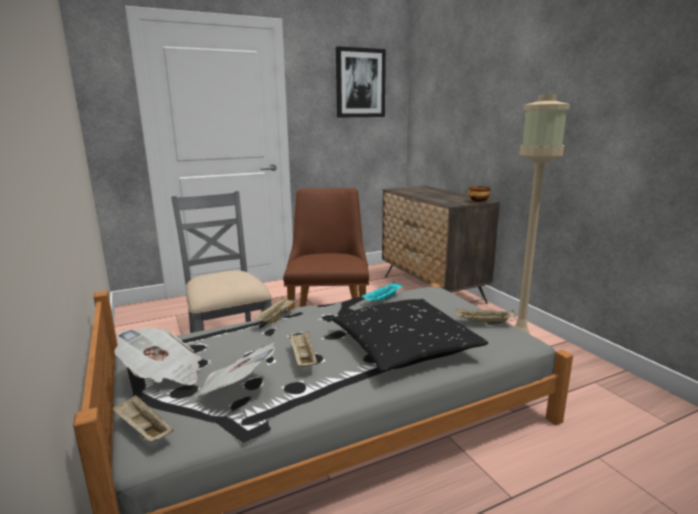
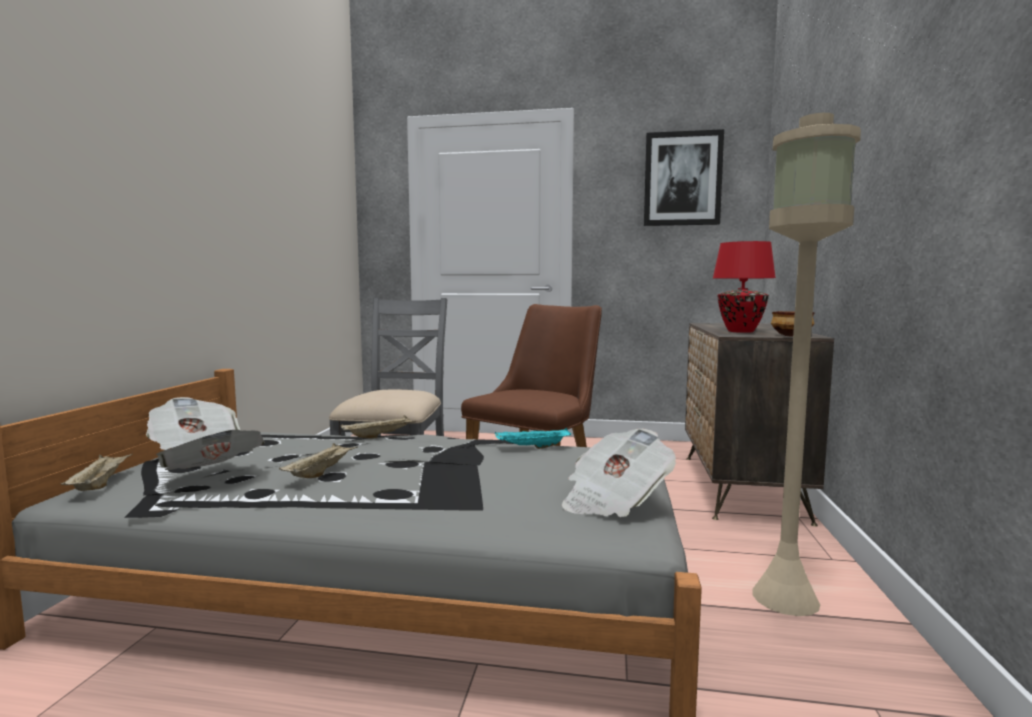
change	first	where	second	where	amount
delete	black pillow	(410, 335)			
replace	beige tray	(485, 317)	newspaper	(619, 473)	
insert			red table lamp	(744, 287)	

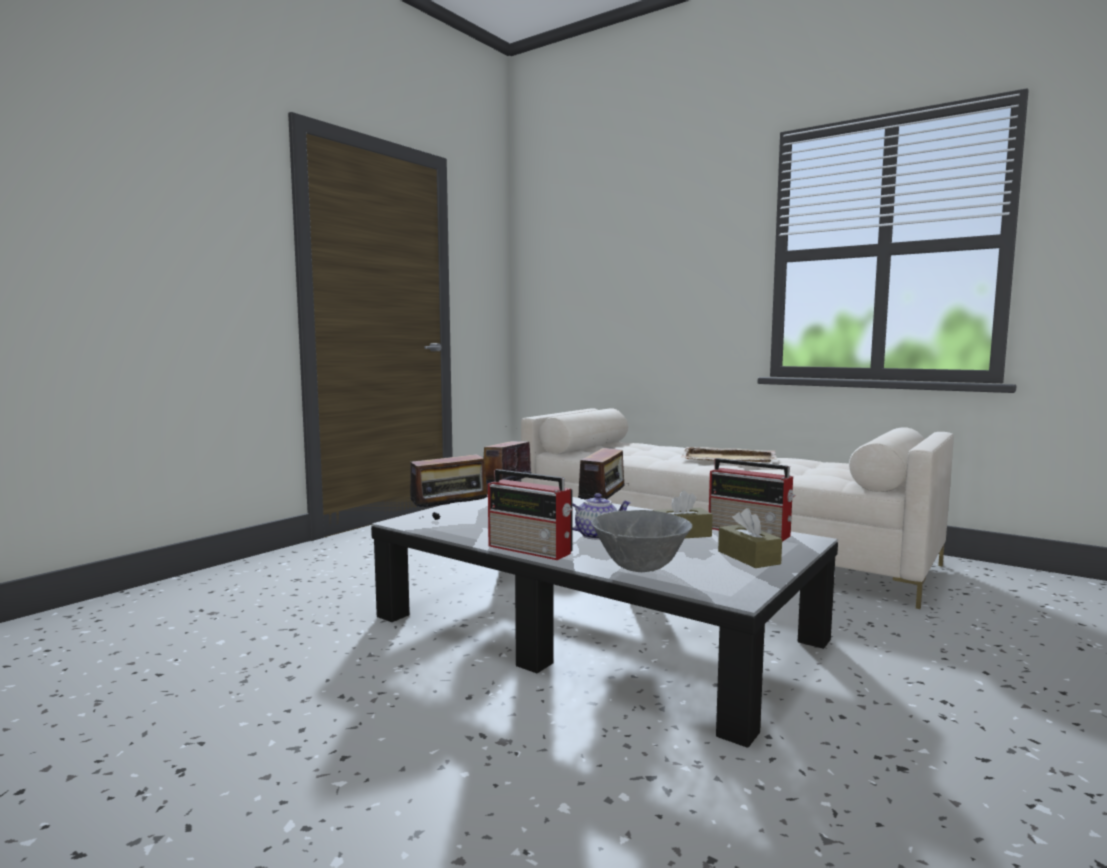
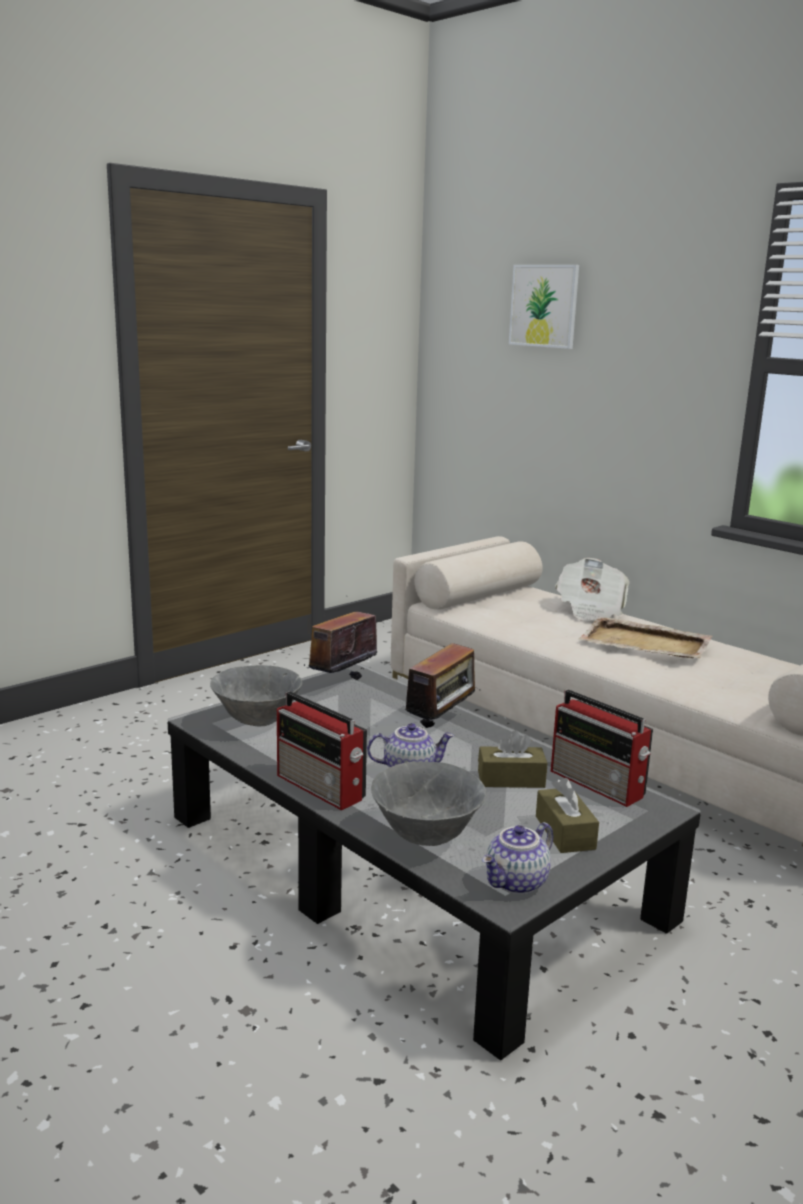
change	first	where	second	where	amount
replace	radio	(449, 481)	grey bowl	(256, 696)	
insert			picture	(544, 307)	
insert			newspaper	(592, 589)	
insert			teapot	(517, 858)	

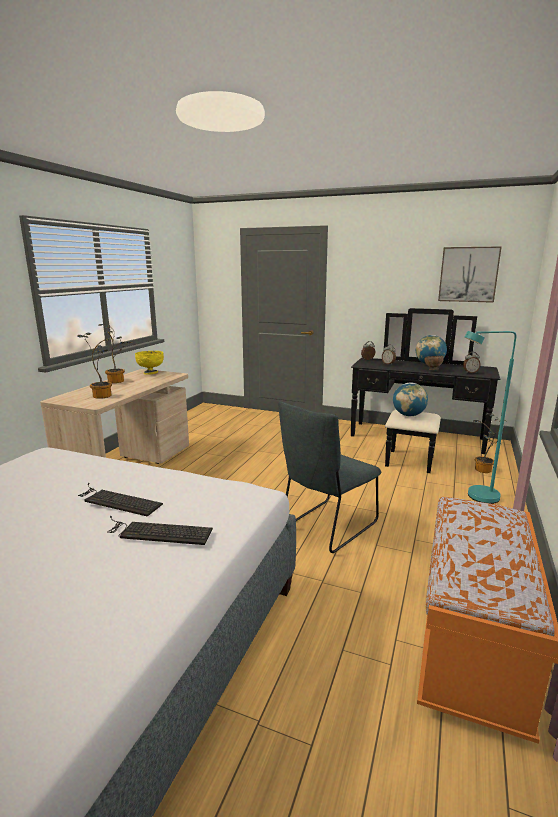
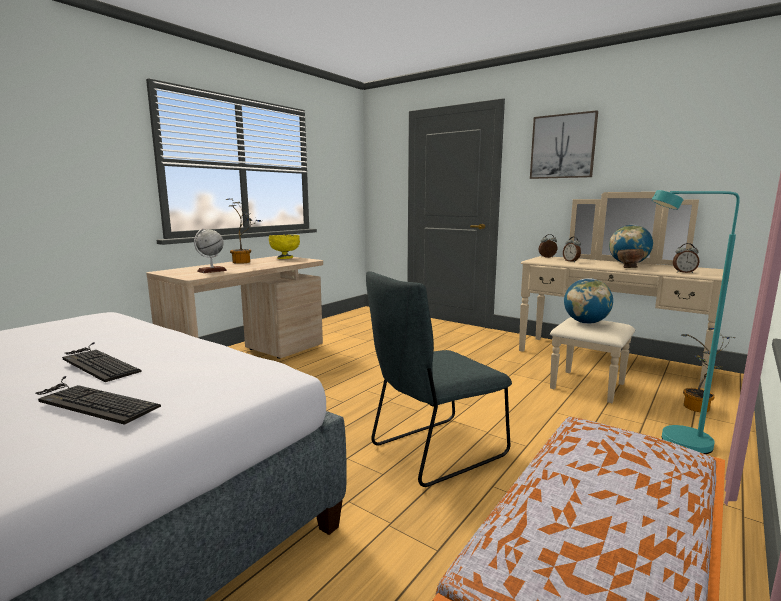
change	first	where	second	where	amount
move	picture	(470, 274)		(564, 144)	
recolor	black dresser	(425, 390)	beige dresser	(624, 297)	
replace	potted plant	(94, 365)	globe	(210, 250)	

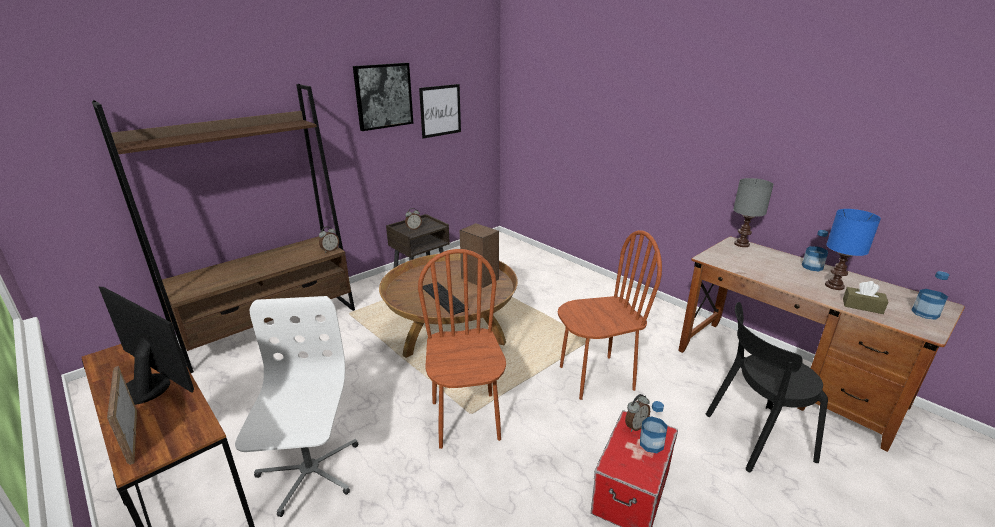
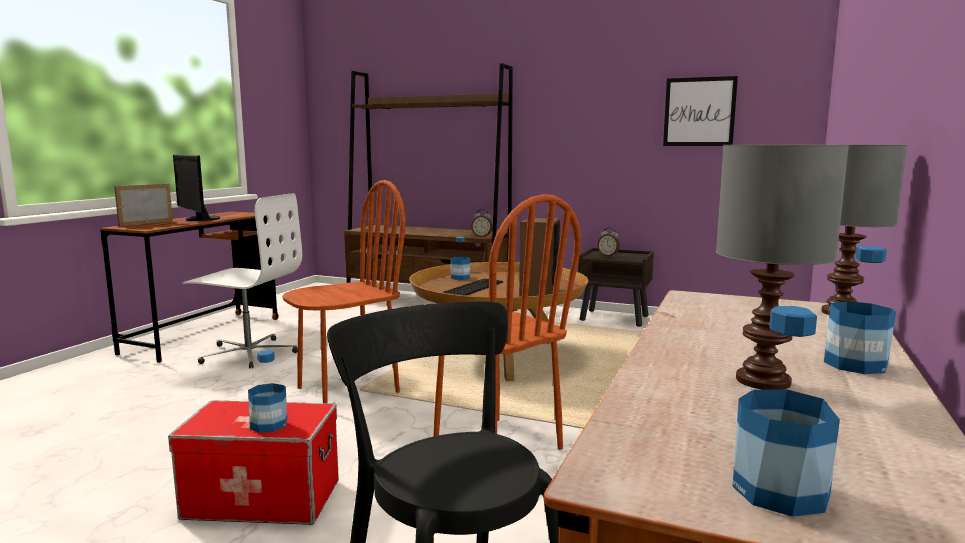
change	first	where	second	where	amount
delete	picture	(383, 97)			
recolor	blue table lamp	(853, 249)	grey table lamp	(782, 267)	
delete	brown tissue box	(865, 297)			
rotate	monitor	(146, 346)		(196, 187)	135 degrees clockwise
rotate	white office chair	(296, 406)		(242, 280)	45 degrees clockwise
delete	alarm clock	(637, 413)			
insert			bottle	(460, 258)	

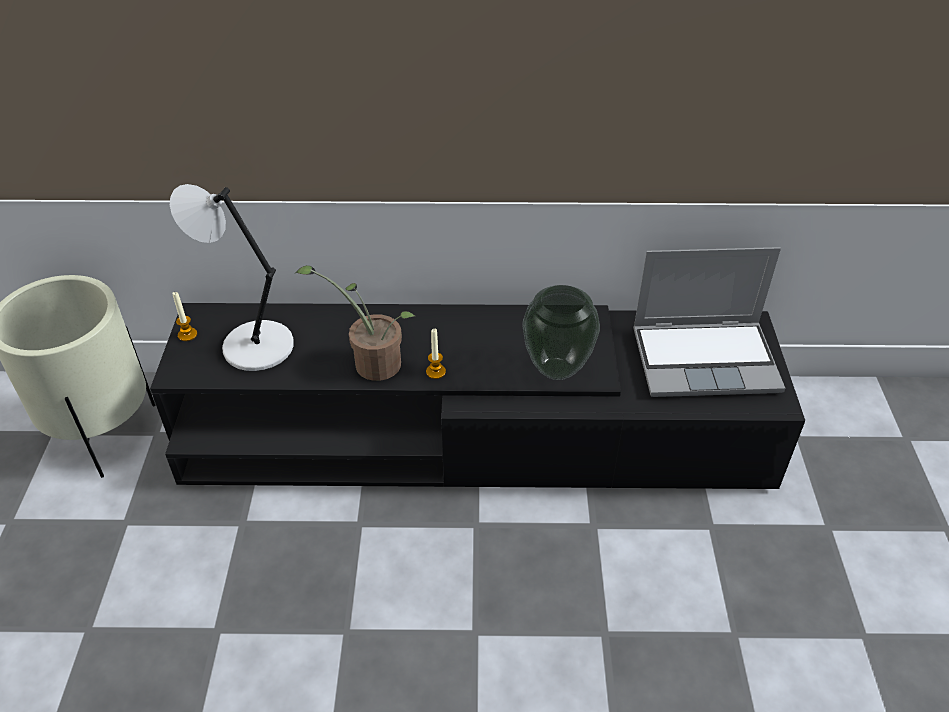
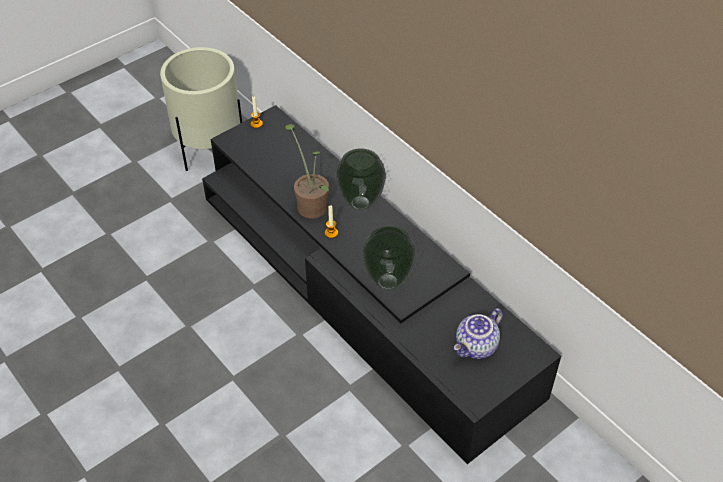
change	first	where	second	where	amount
delete	grey table lamp	(232, 277)			
replace	laptop	(709, 322)	teapot	(478, 333)	
insert			vase	(360, 179)	

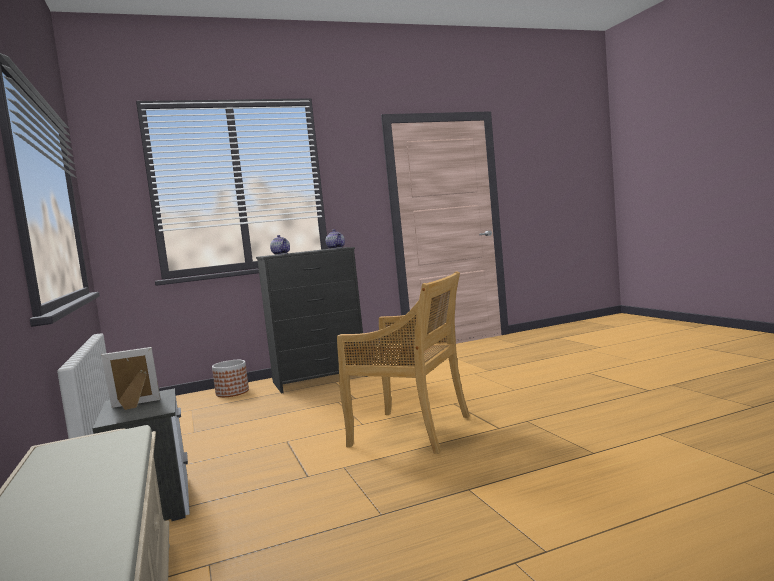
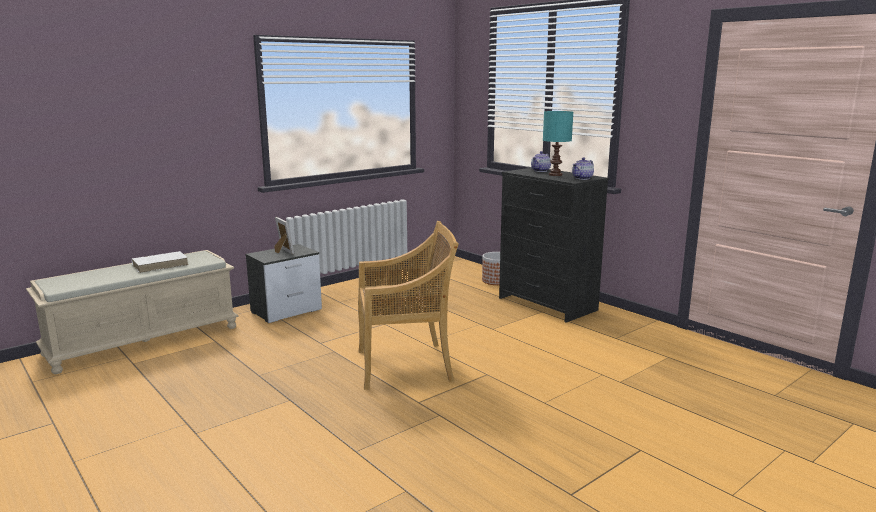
change	first	where	second	where	amount
rotate	beige chair	(403, 362)		(408, 305)	105 degrees counterclockwise
insert			turquoise table lamp	(558, 143)	
insert			white book	(160, 262)	

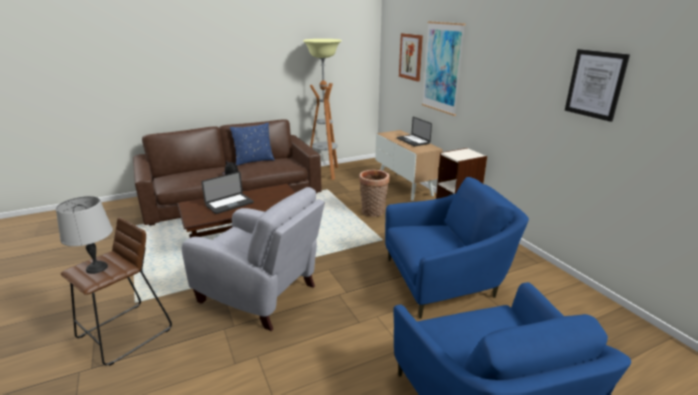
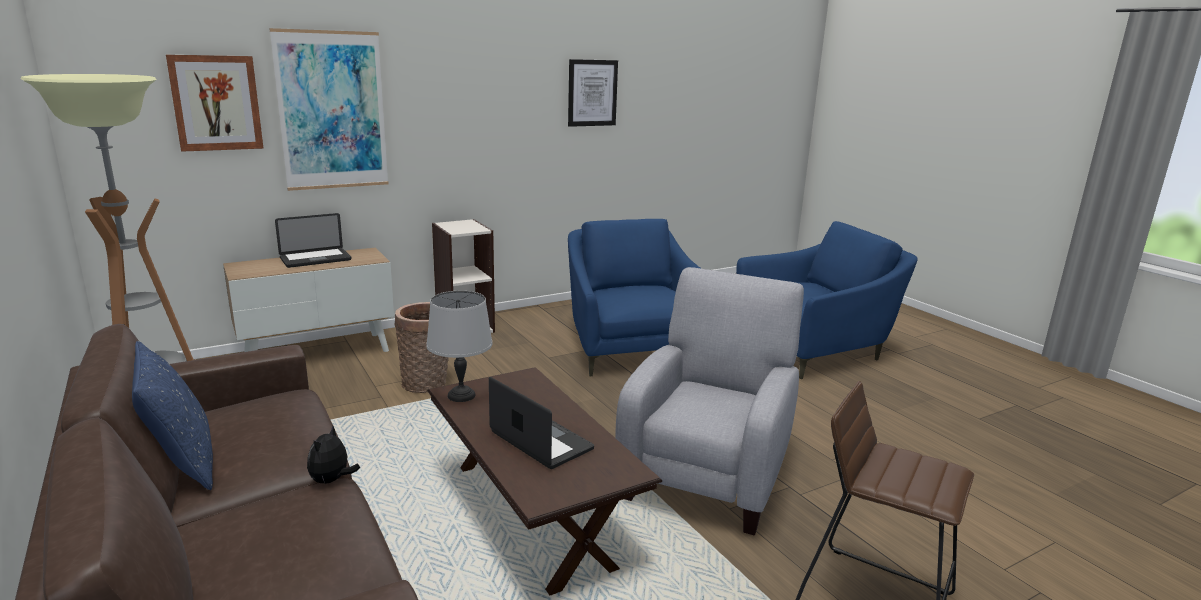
change	first	where	second	where	amount
move	grey table lamp	(84, 235)		(459, 346)	

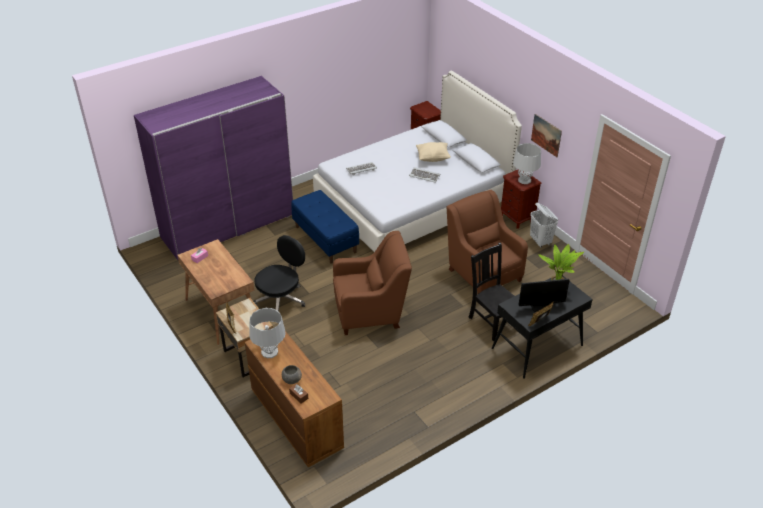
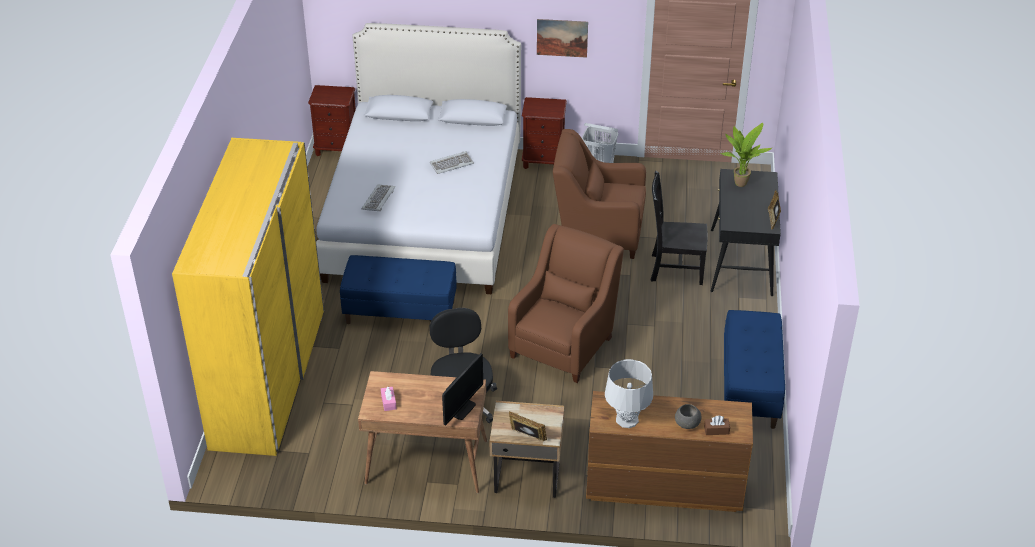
change	first	where	second	where	amount
recolor	purple wardrobe	(213, 168)	yellow wardrobe	(248, 297)	
delete	beige pillow	(433, 152)			
delete	grey table lamp	(527, 163)			
move	monitor	(544, 295)		(462, 389)	
insert			blue bench	(754, 369)	

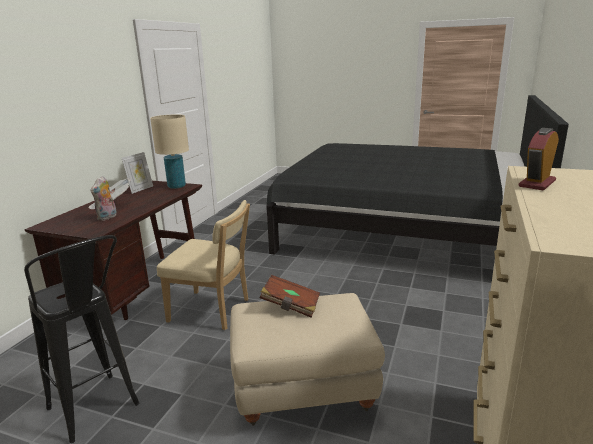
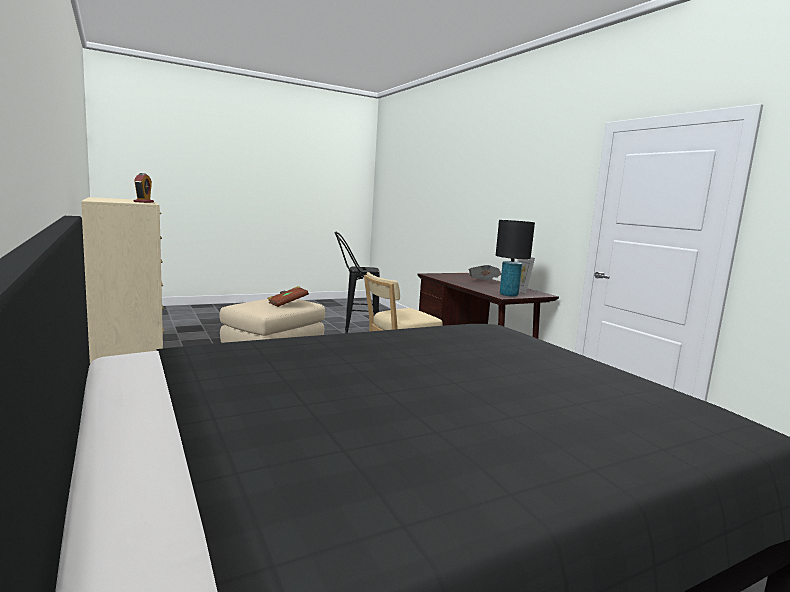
change	first	where	second	where	amount
recolor	beige table lamp	(169, 151)	black table lamp	(515, 258)	
delete	plush toy	(103, 198)			

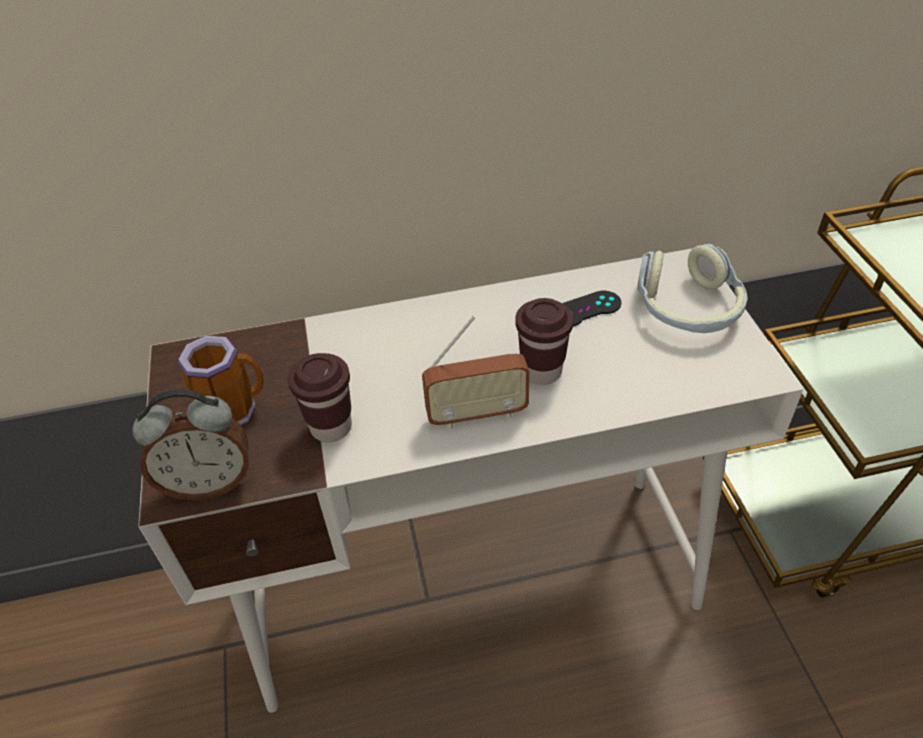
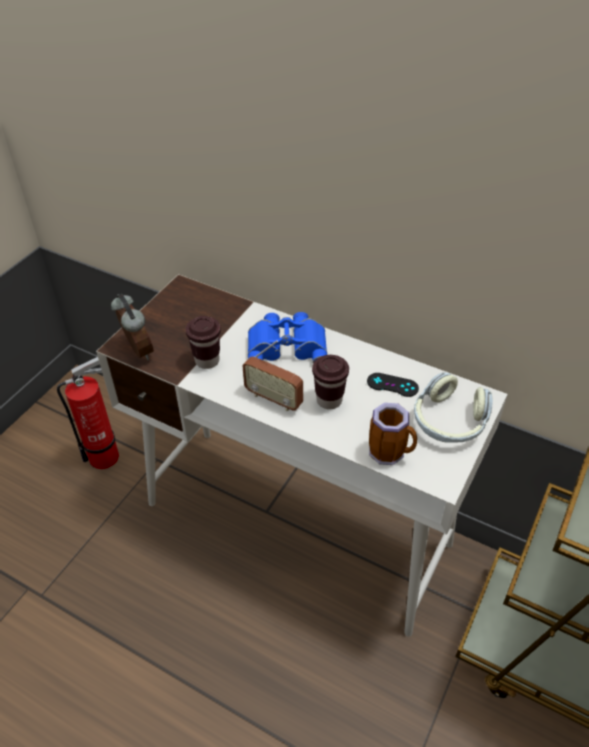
change	first	where	second	where	amount
move	mug	(221, 380)		(393, 434)	
rotate	alarm clock	(191, 444)		(132, 327)	150 degrees counterclockwise
insert			blue binoculars	(287, 337)	
insert			fire extinguisher	(88, 413)	

